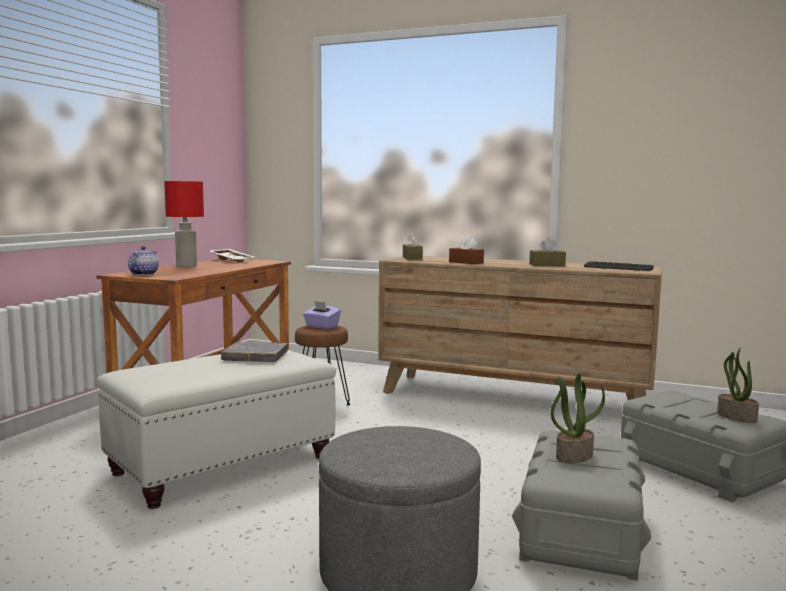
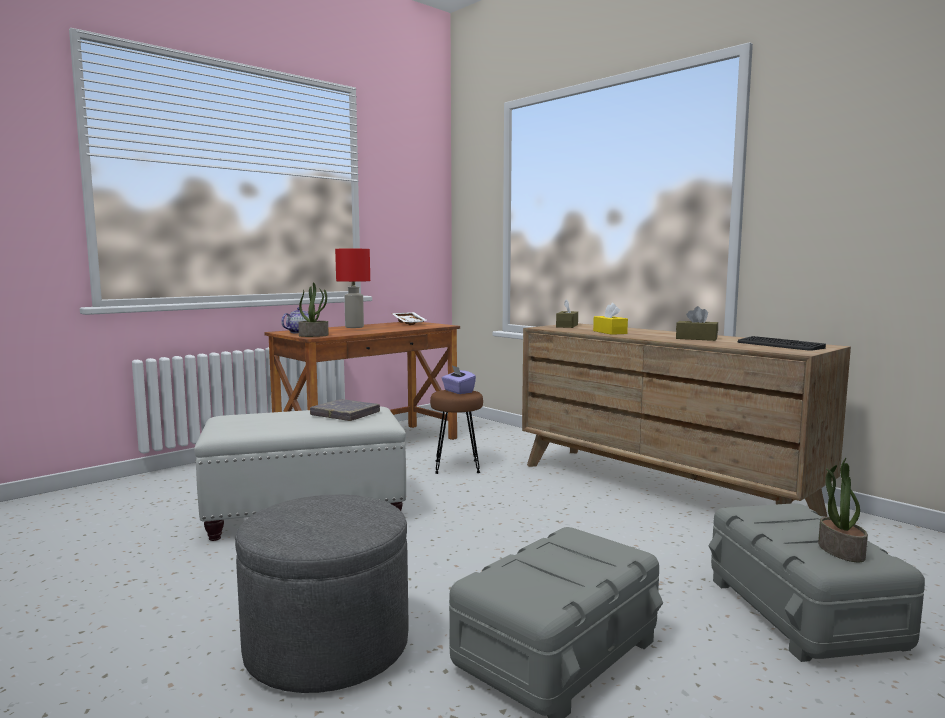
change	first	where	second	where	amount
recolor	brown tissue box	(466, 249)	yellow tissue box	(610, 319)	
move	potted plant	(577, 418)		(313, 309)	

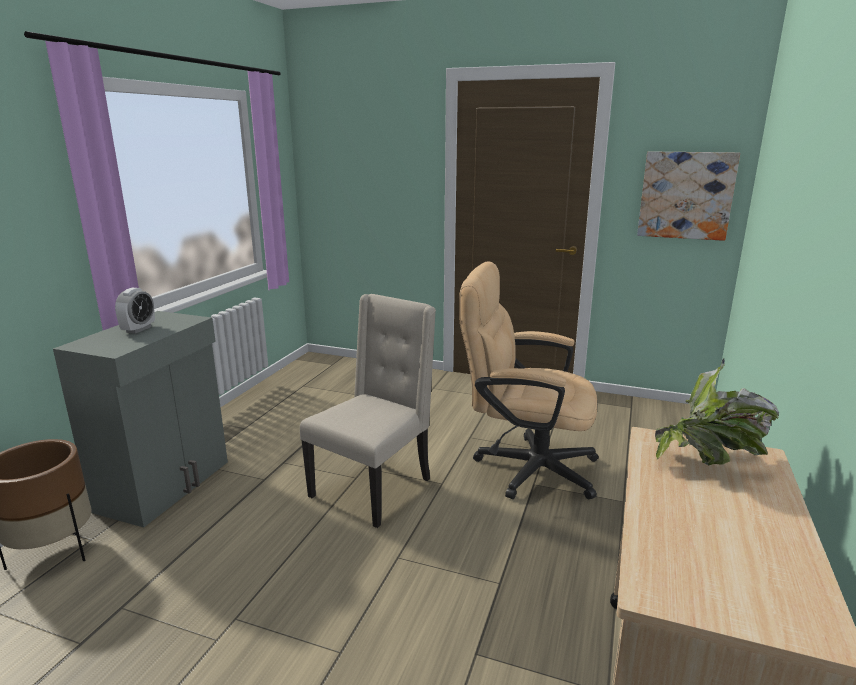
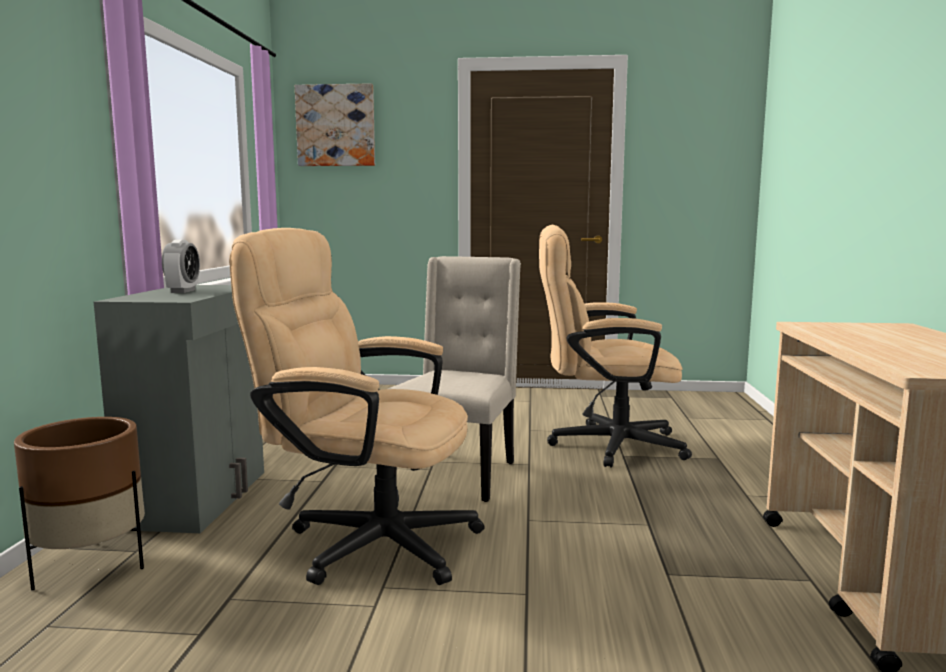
change	first	where	second	where	amount
move	picture	(688, 196)		(335, 124)	
delete	potted plant	(717, 411)			
insert			beige office chair	(357, 406)	

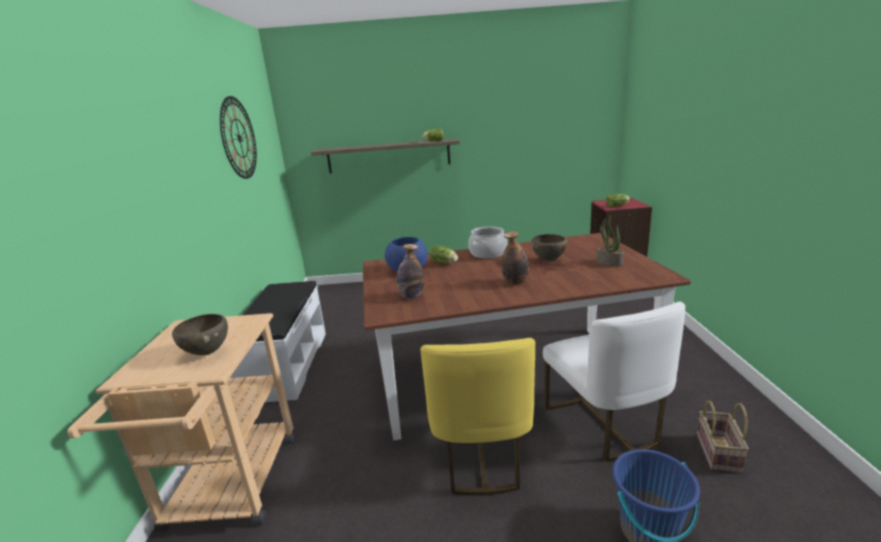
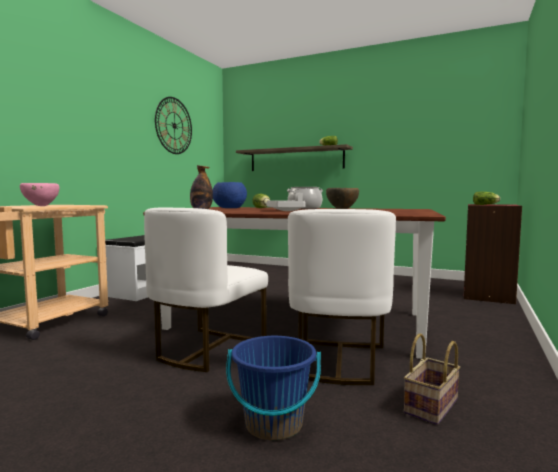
change	first	where	second	where	amount
delete	potted plant	(610, 241)			
replace	bottle	(515, 258)	grey tray	(286, 202)	
recolor	brown bowl	(200, 335)	pink bowl	(39, 194)	
recolor	yellow chair	(477, 417)	white chair	(206, 290)	

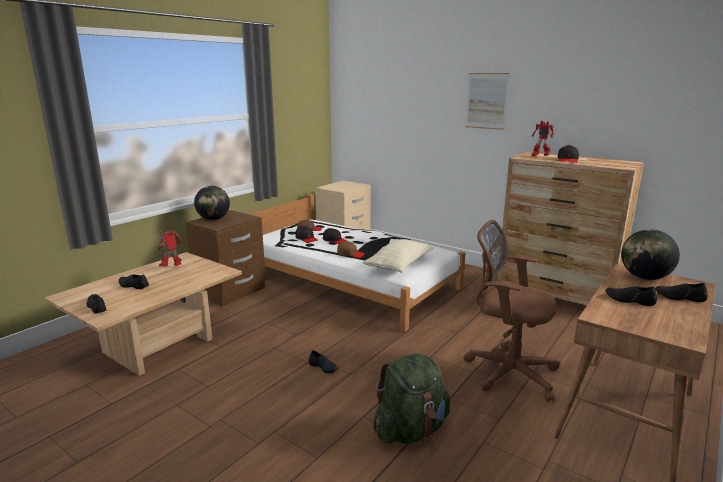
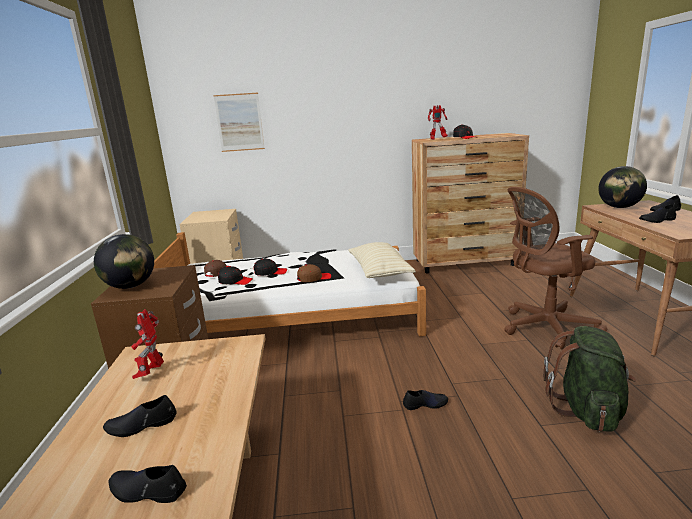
change	first	where	second	where	amount
move	picture	(487, 101)		(239, 122)	

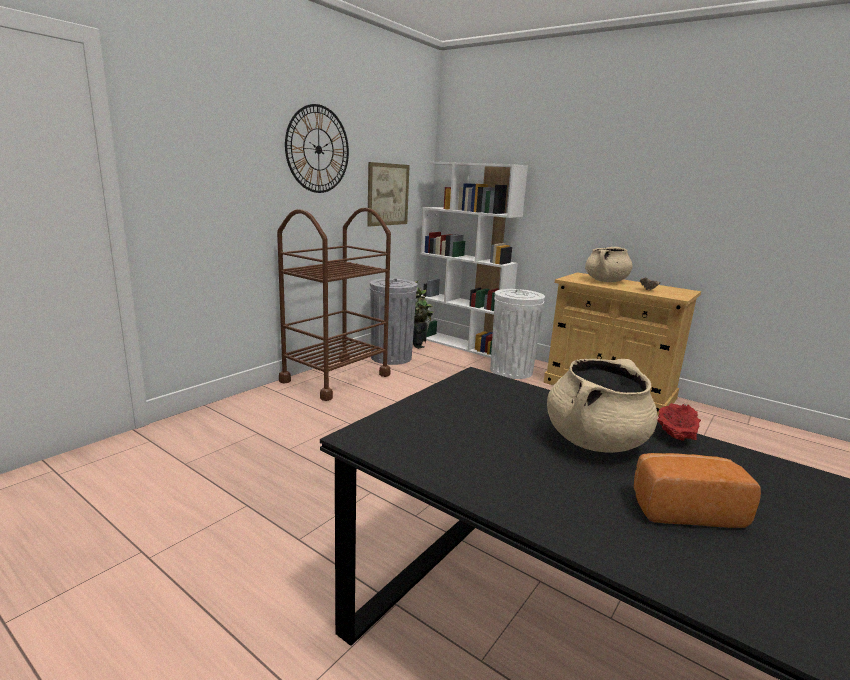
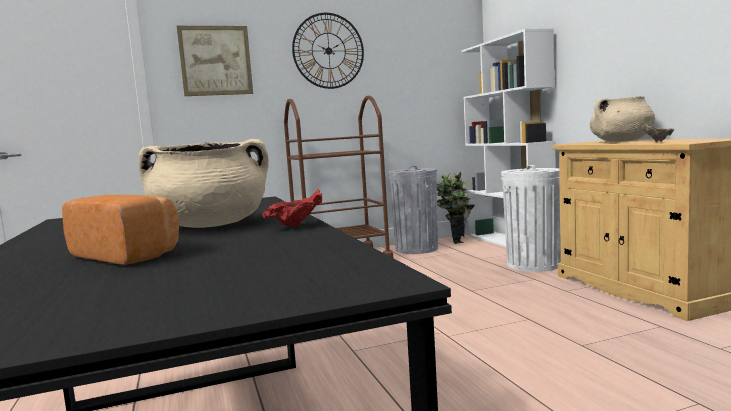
change	first	where	second	where	amount
move	picture	(388, 194)		(215, 61)	

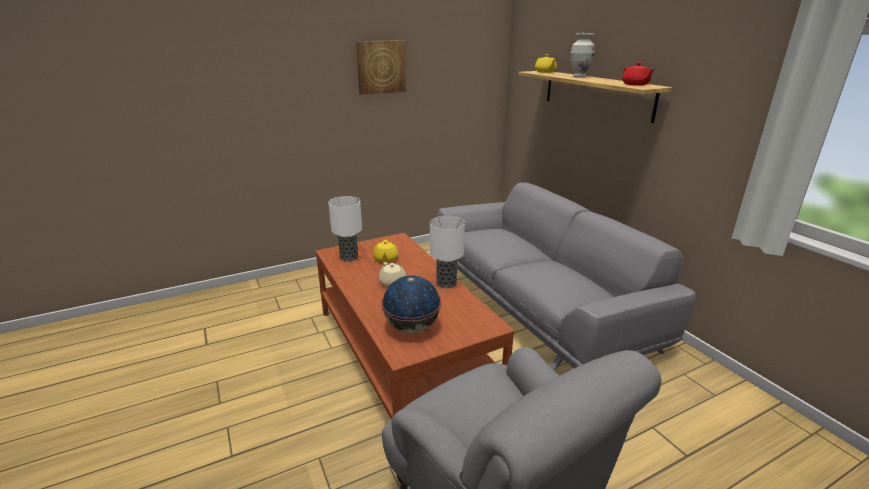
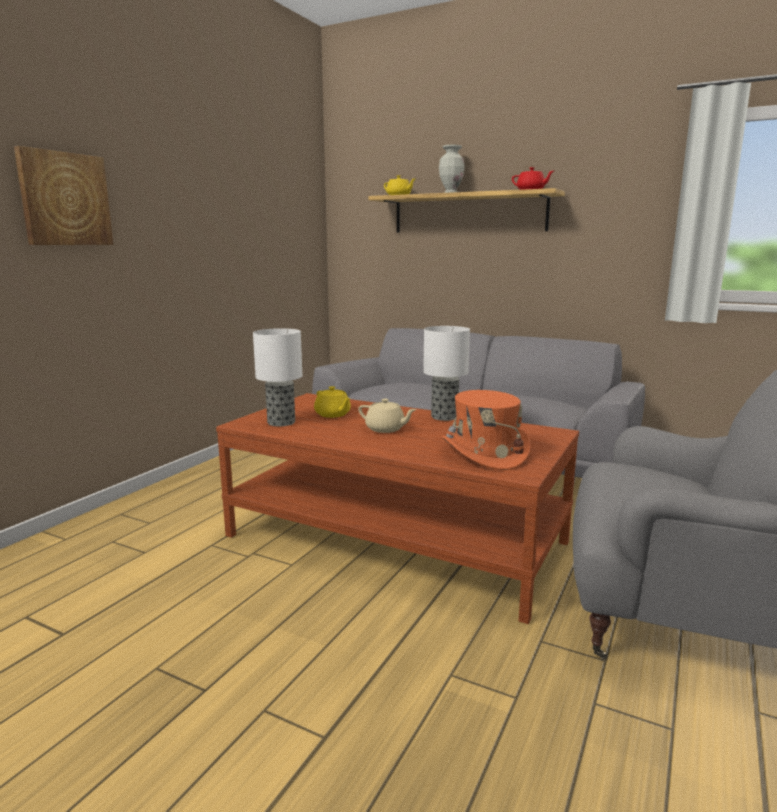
change	first	where	second	where	amount
move	picture	(381, 67)		(63, 195)	
replace	globe	(411, 304)	orange hat	(486, 430)	

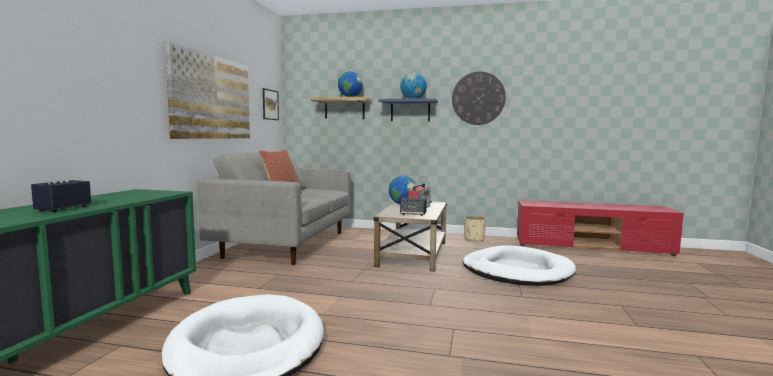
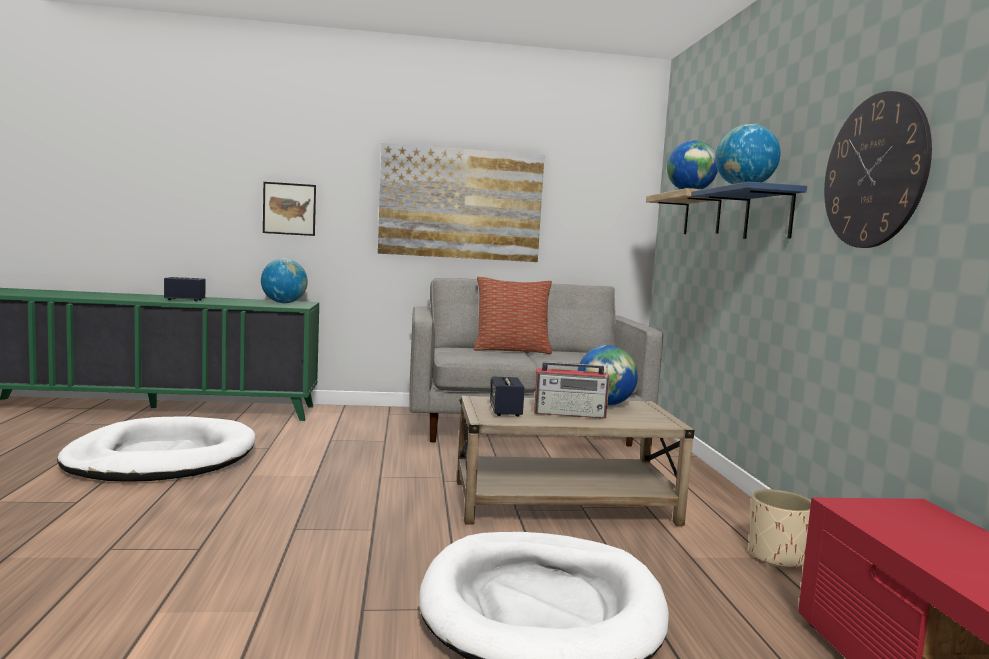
change	first	where	second	where	amount
move	picture	(271, 104)		(289, 209)	
insert			globe	(284, 280)	

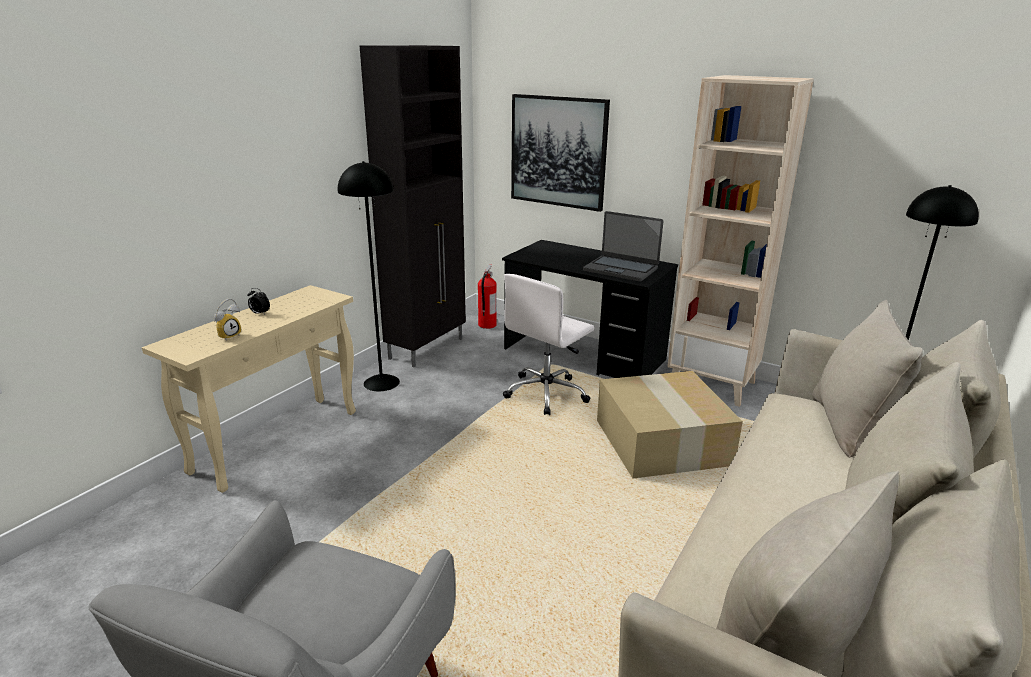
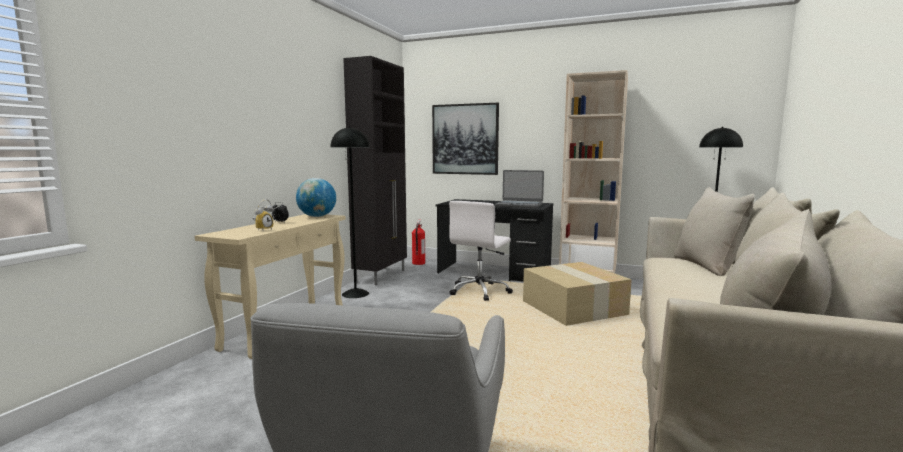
change	first	where	second	where	amount
insert			globe	(316, 197)	

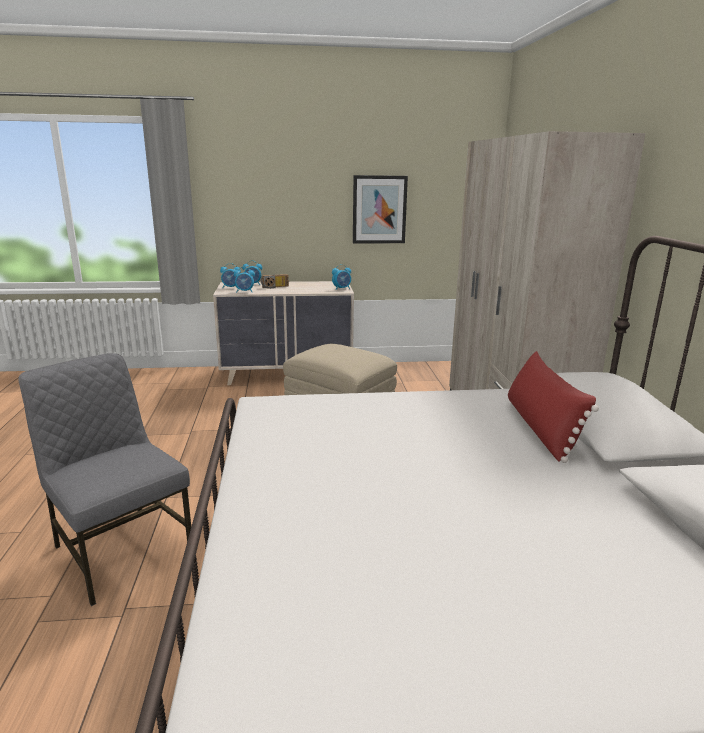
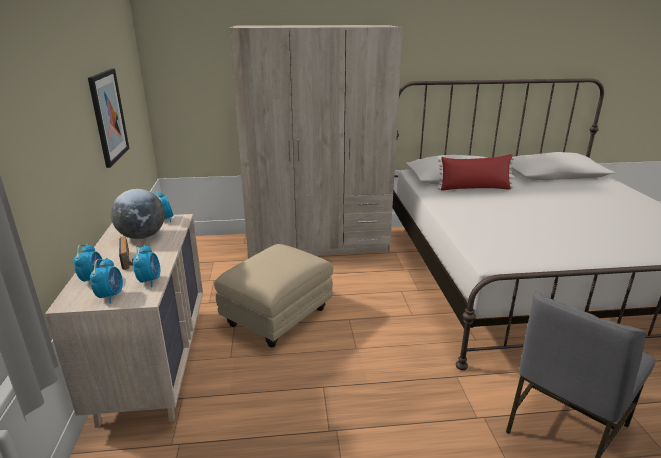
change	first	where	second	where	amount
insert			globe	(138, 214)	

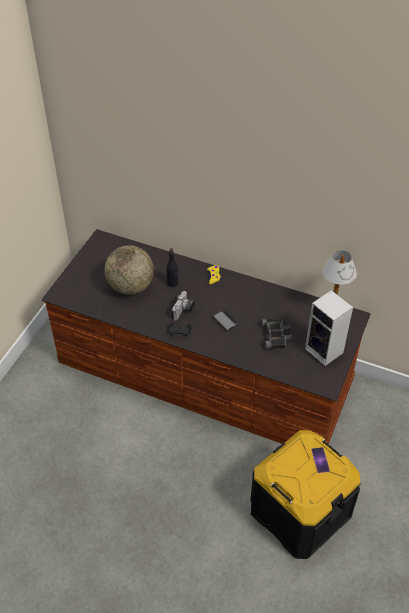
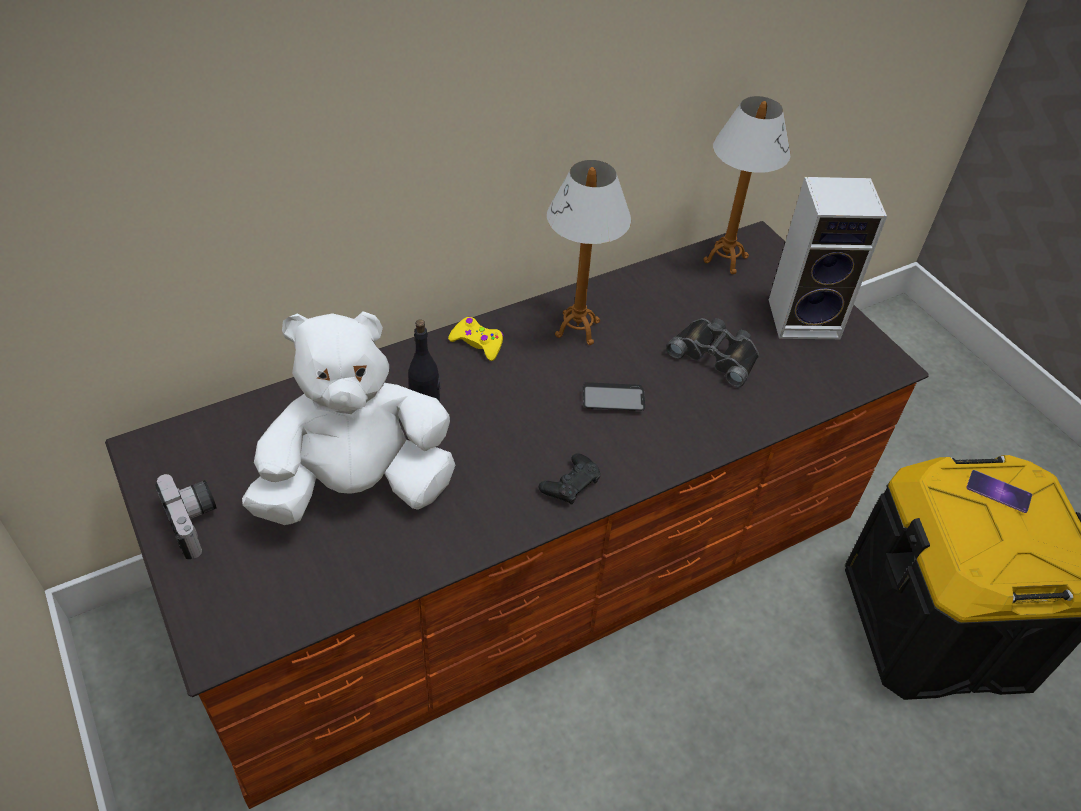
change	first	where	second	where	amount
replace	globe	(129, 270)	white plush toy	(348, 418)	
move	photo camera	(183, 306)		(185, 516)	
insert			table lamp	(589, 252)	

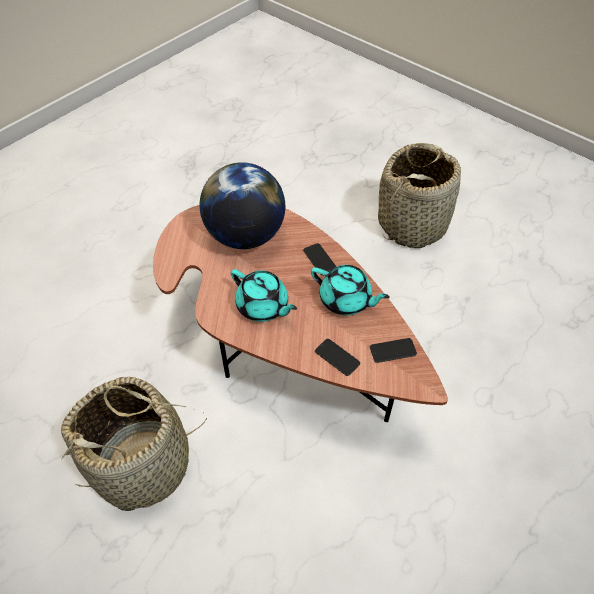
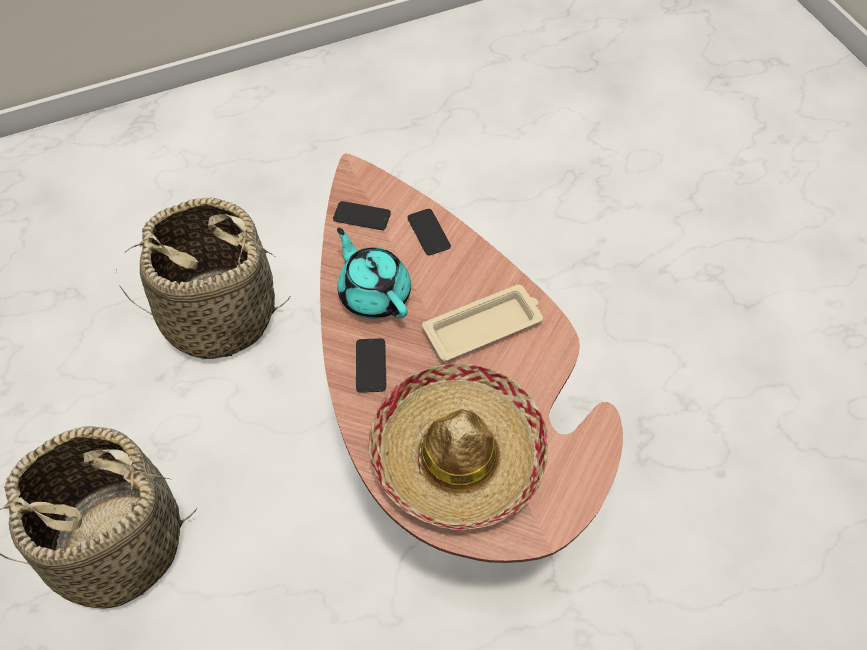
change	first	where	second	where	amount
replace	globe	(242, 205)	hat	(458, 446)	
replace	turquoise teapot	(264, 295)	beige tray	(482, 322)	
move	basket	(134, 444)		(205, 278)	

